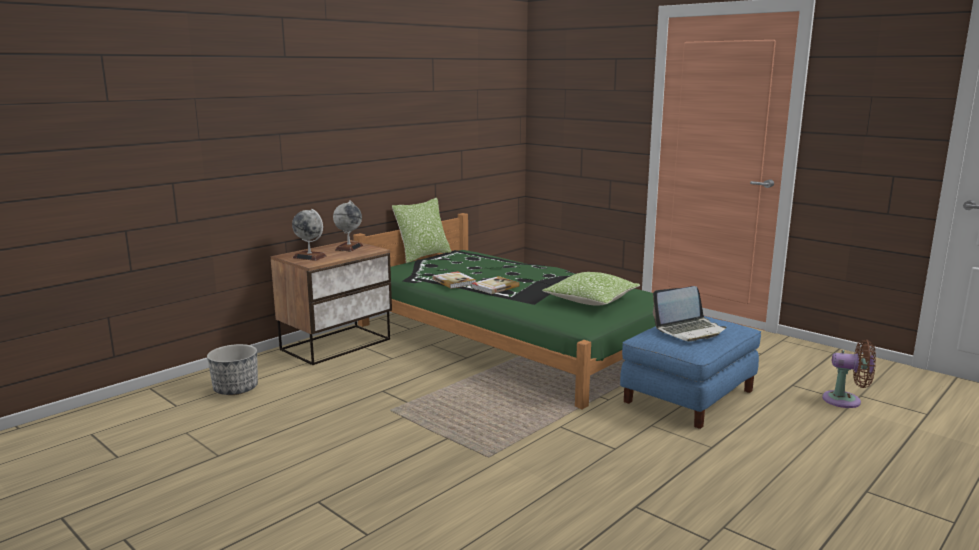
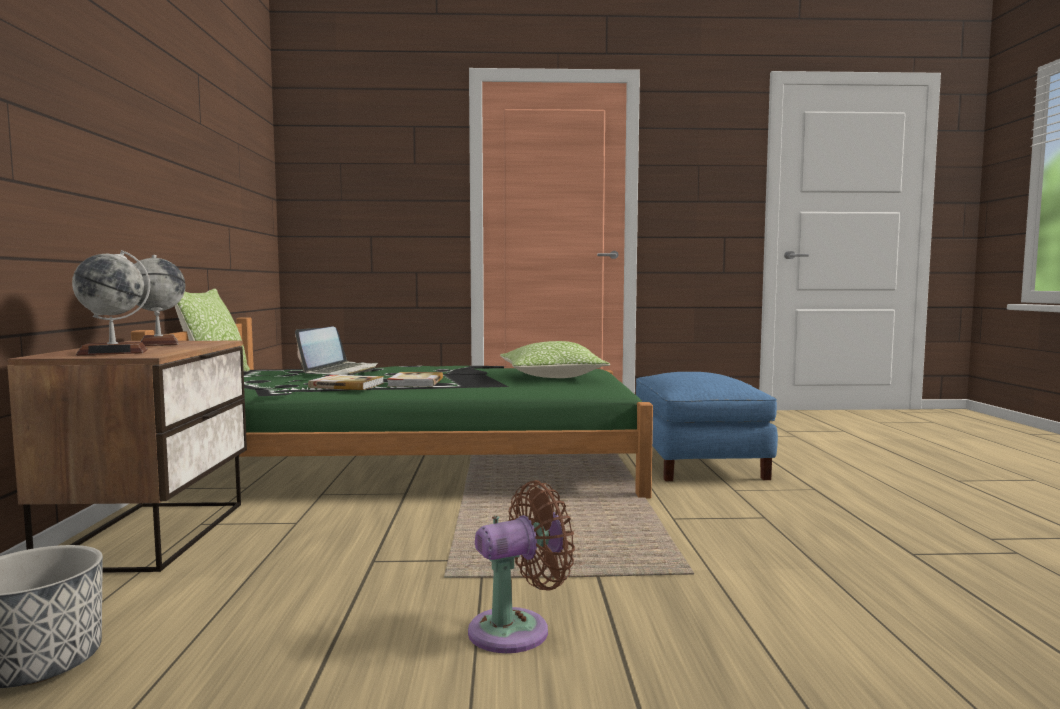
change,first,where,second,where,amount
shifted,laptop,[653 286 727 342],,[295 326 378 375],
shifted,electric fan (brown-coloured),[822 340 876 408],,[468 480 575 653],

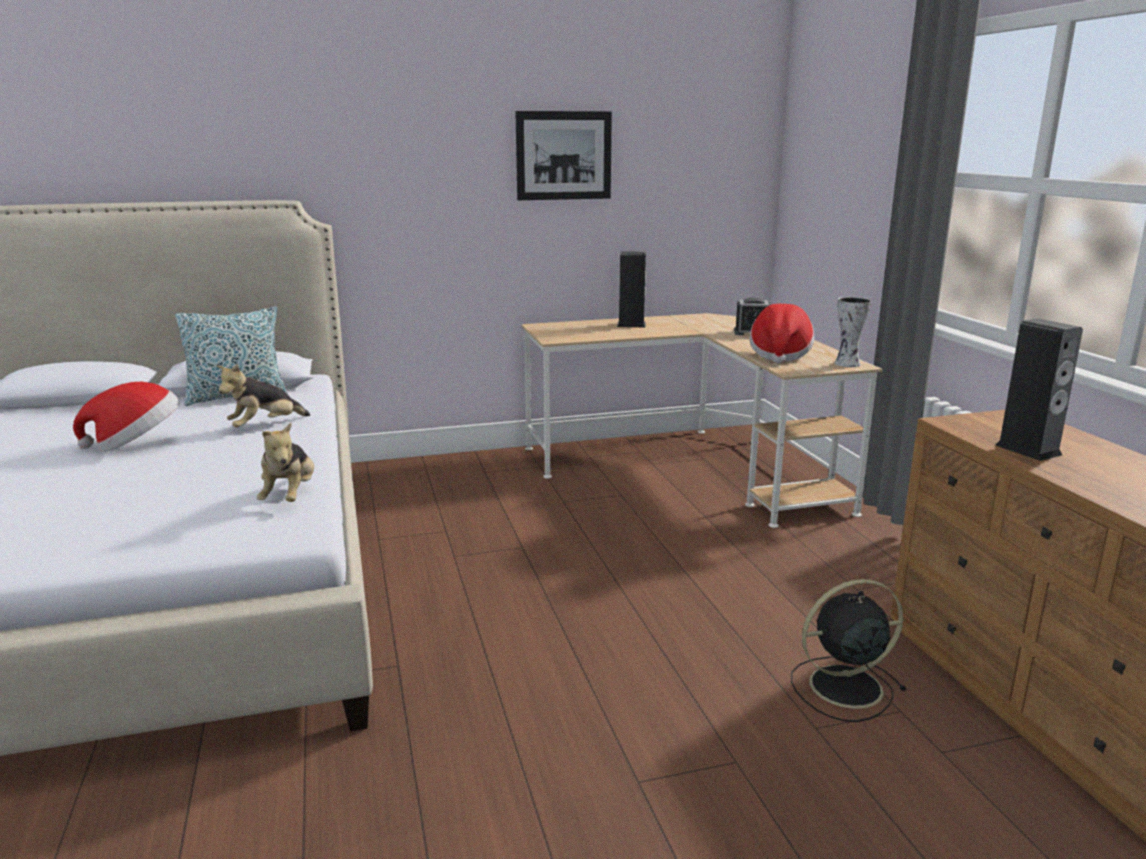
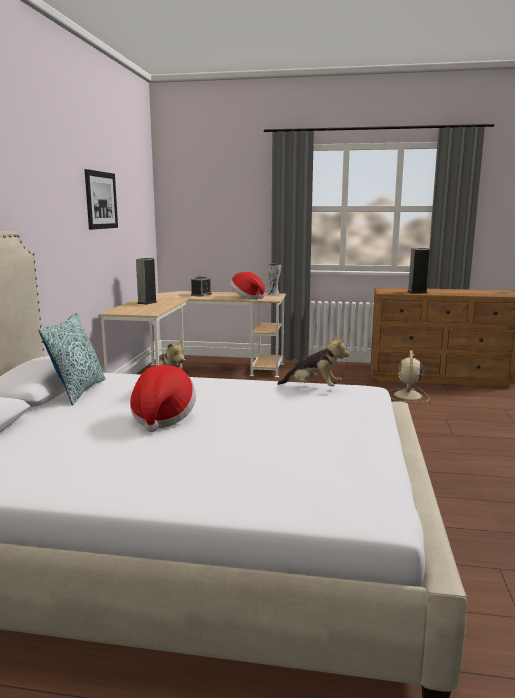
change,first,where,second,where,amount
repainted,electric fan (black),[791 579 907 722],electric fan (beige),[389 350 429 402],

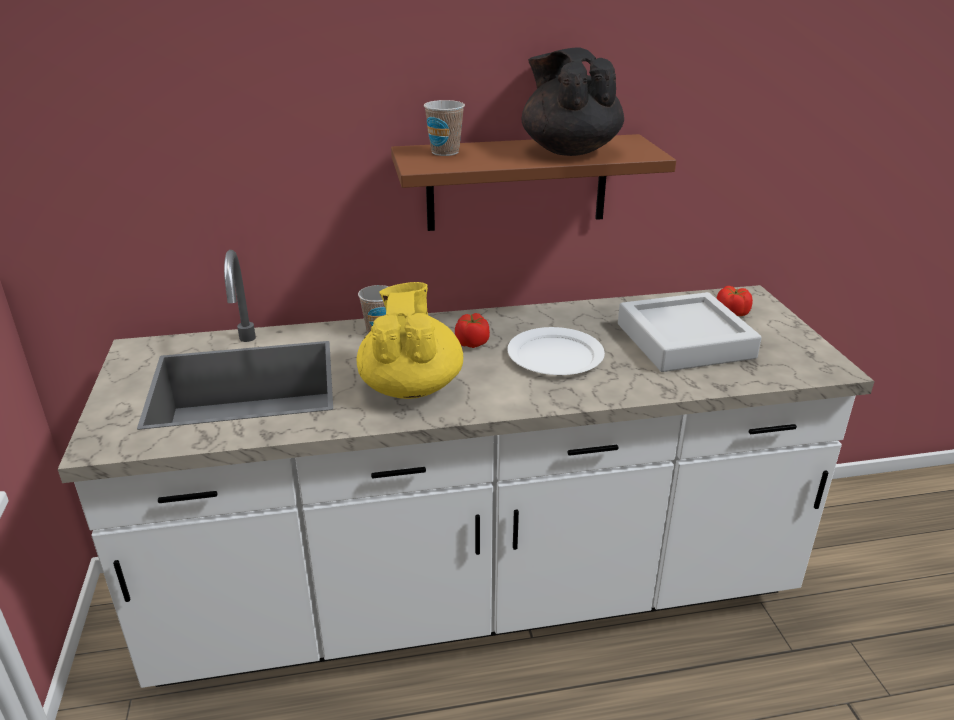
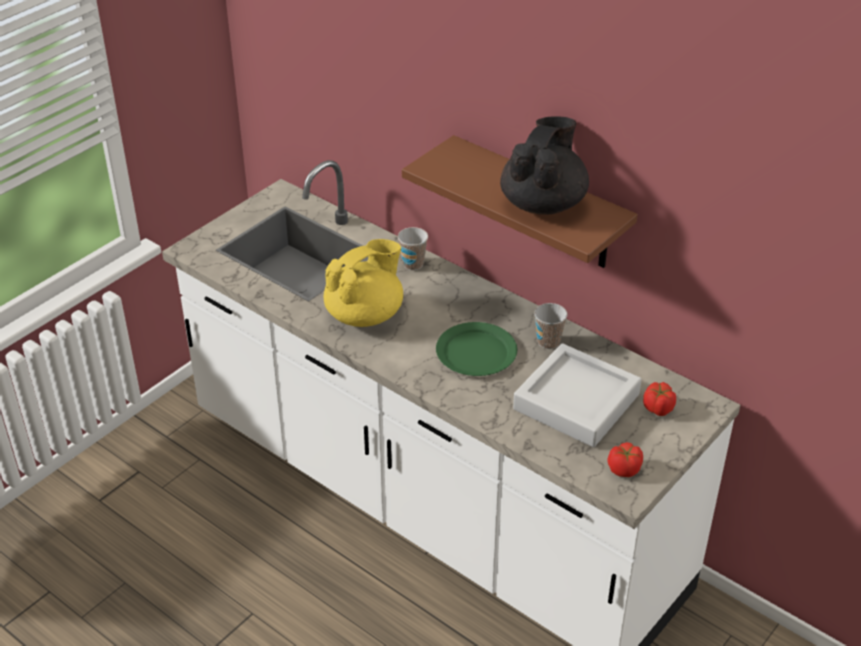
change,first,where,second,where,amount
repainted,dinner plate (white),[507 327 605 375],dinner plate (green),[436 322 517 376],
shifted,drinking cup,[424 100 465 156],,[534 303 567 349],
shifted,fresh tomato,[455 313 490 348],,[608 442 643 477],

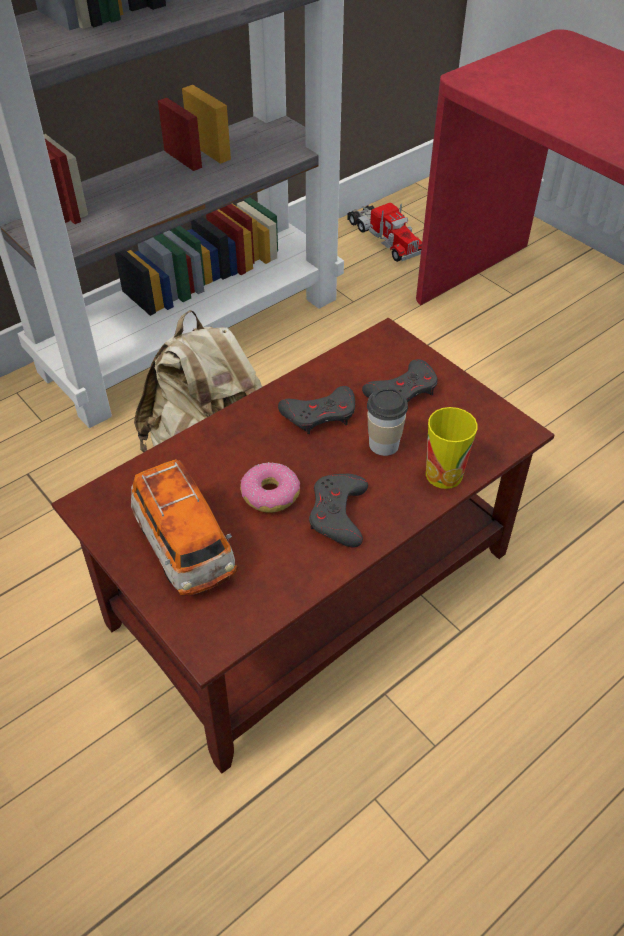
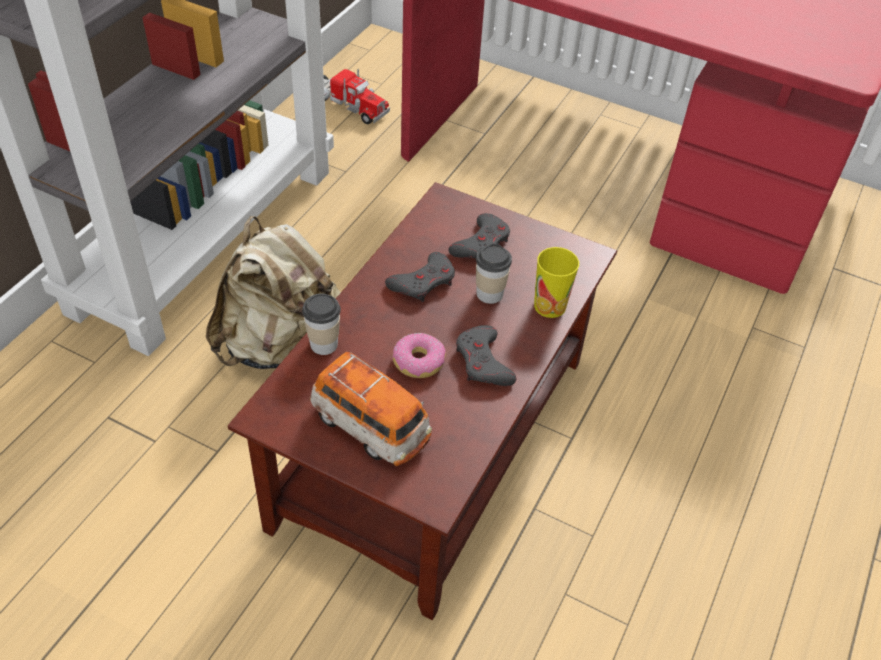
change,first,where,second,where,amount
new,,,drinking cup,[302 293 341 355],

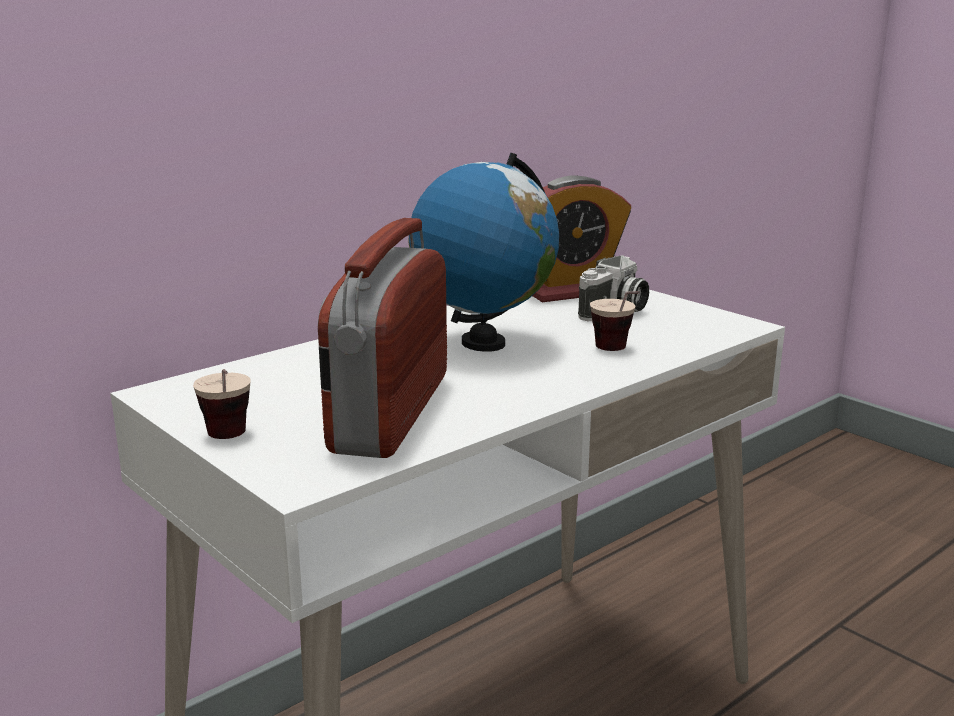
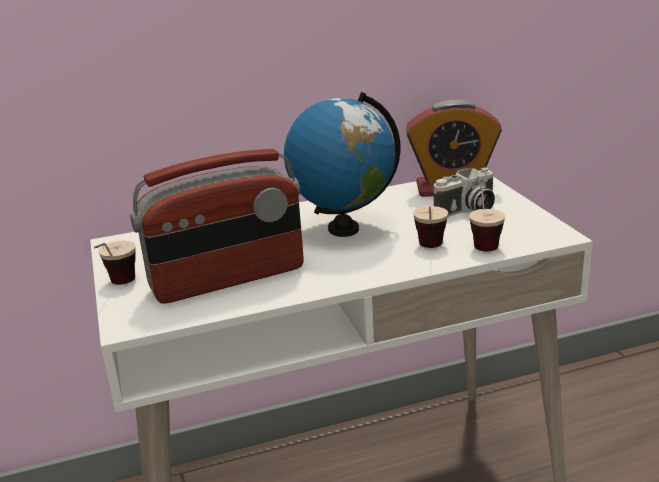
change,first,where,second,where,amount
rotated,radio set,[318 218 447 458],,[130 149 304 304],150 degrees counterclockwise
new,,,drinking cup,[469 176 505 252],

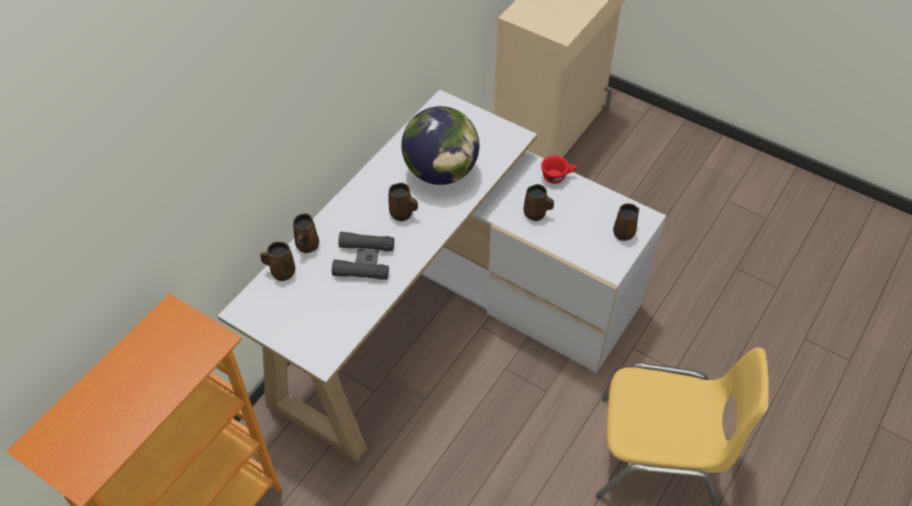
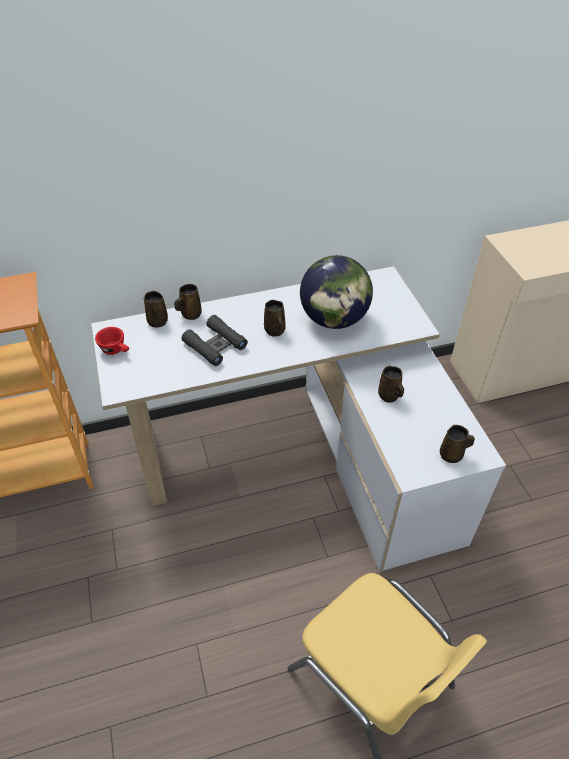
change,first,where,second,where,amount
shifted,drinking cup (reddish),[541 155 577 184],,[95 327 129 355],

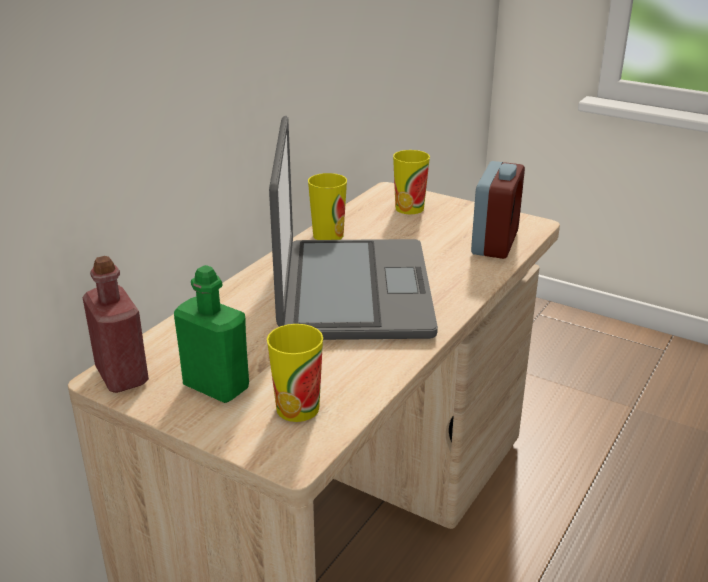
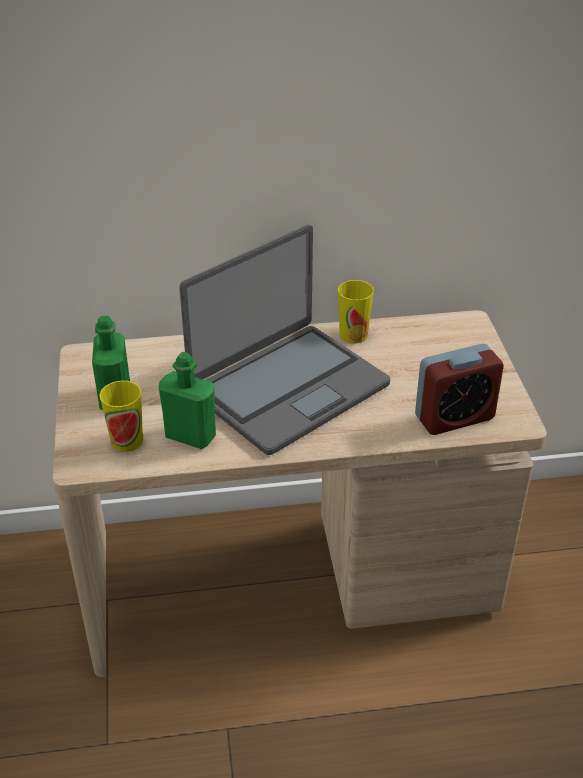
change,first,where,second,where,amount
new,,,drink bottle (green),[158 352 216 449],
gone,drink bottle (reddish),[82 256 149 393],,,
gone,drinking cup,[393 150 430 214],,,

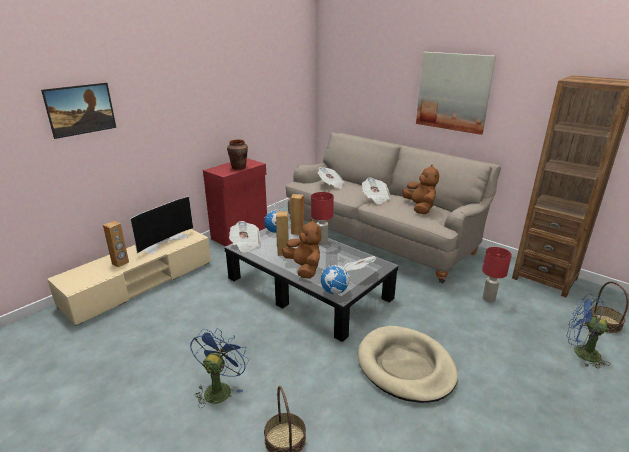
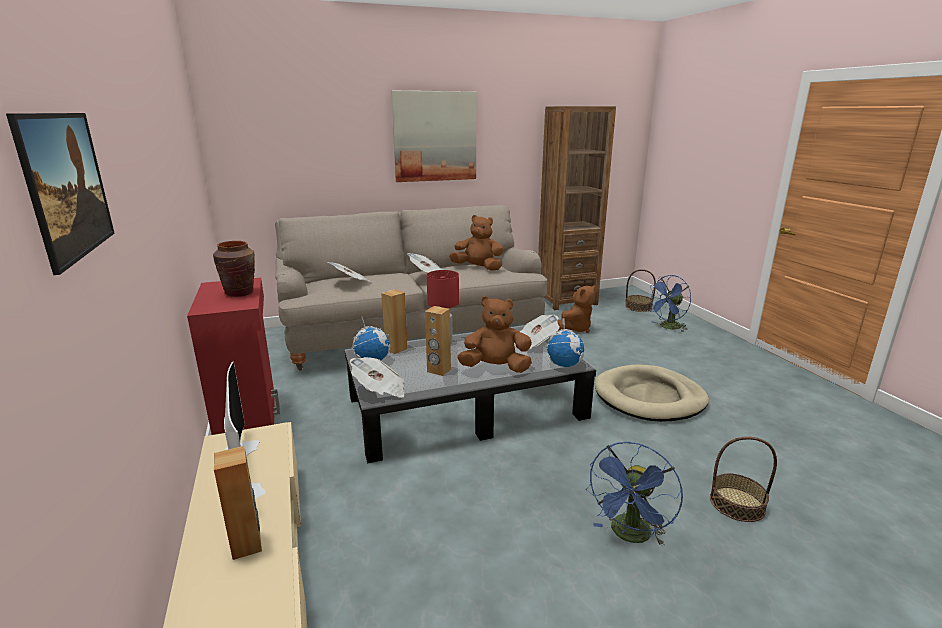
change,first,where,second,where,amount
swapped,tabletop lamp (reddish),[482 247 512 302],cuddly toy (brown-coloured),[558 285 596 333],
rotated,electric fan (blue),[190 328 249 408],,[586 442 683 546],105 degrees counterclockwise

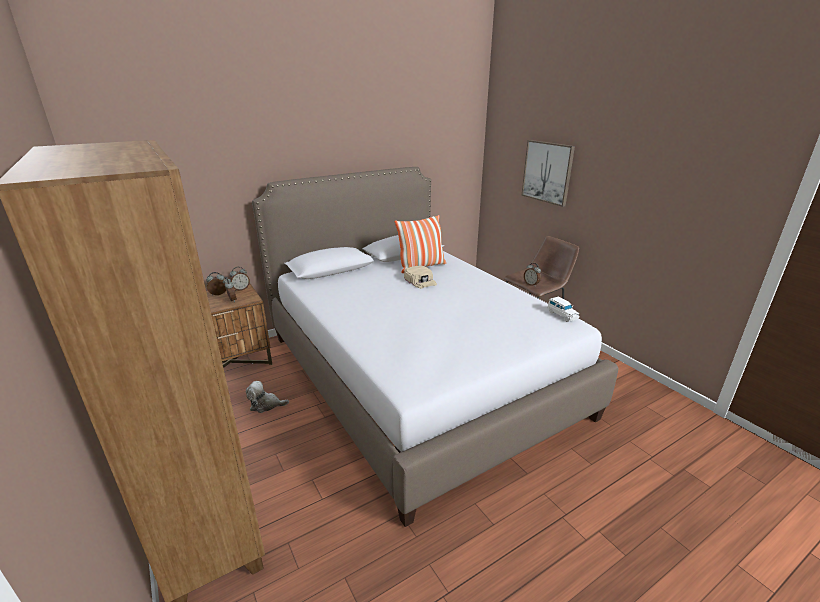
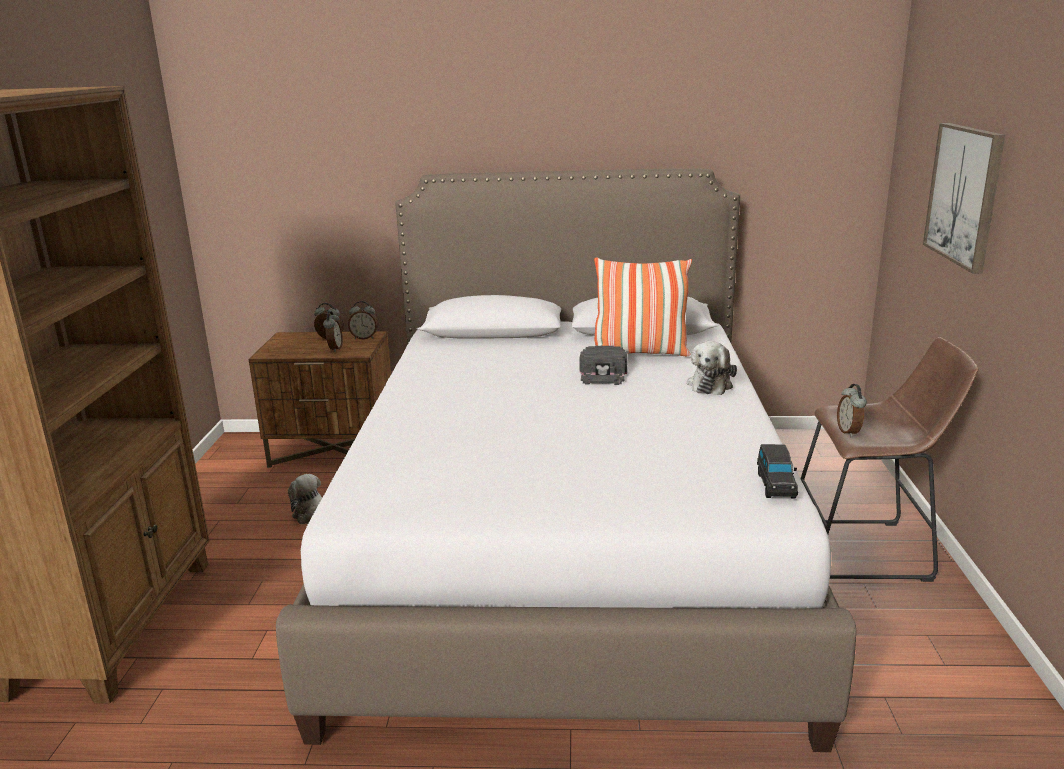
change,first,where,second,where,amount
repainted,peaked cap (beige),[404 266 437 289],peaked cap (black),[579 346 628 385],
new,,,cuddly toy,[687 341 737 395],
repainted,model car (white),[547 297 579 322],model car (black),[757 444 798 498],

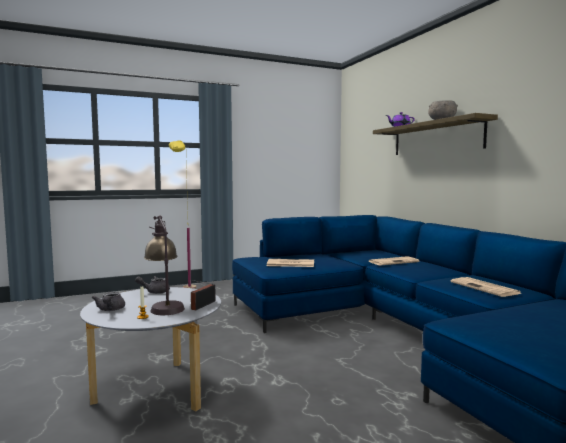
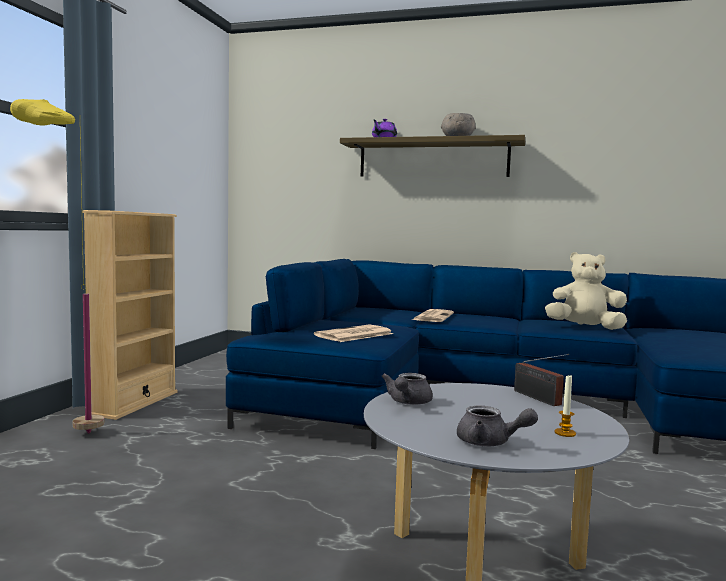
change,first,where,second,where,amount
new,,,bookcase (beige),[82 210 178 420],
swapped,daily paper,[450 277 521 297],cuddly toy (beige),[545 252 627 330],
gone,tabletop lamp,[144 215 185 315],,,

